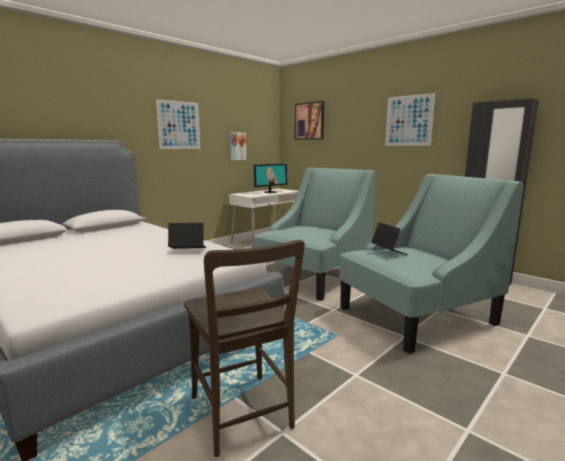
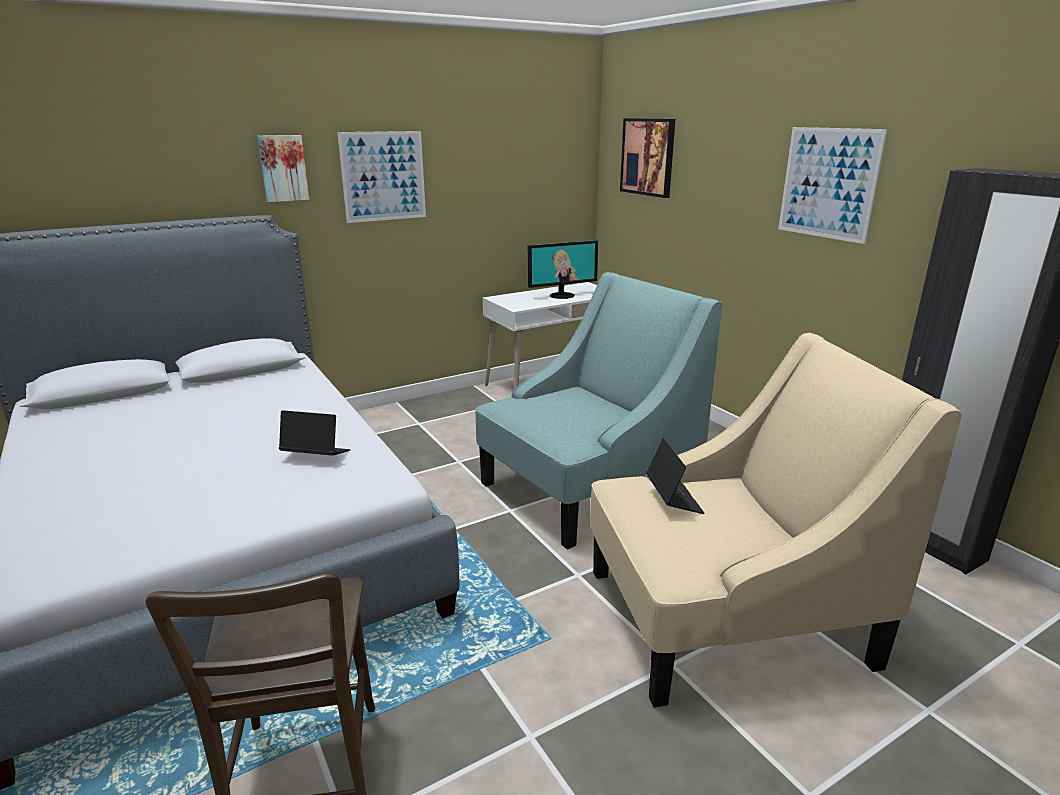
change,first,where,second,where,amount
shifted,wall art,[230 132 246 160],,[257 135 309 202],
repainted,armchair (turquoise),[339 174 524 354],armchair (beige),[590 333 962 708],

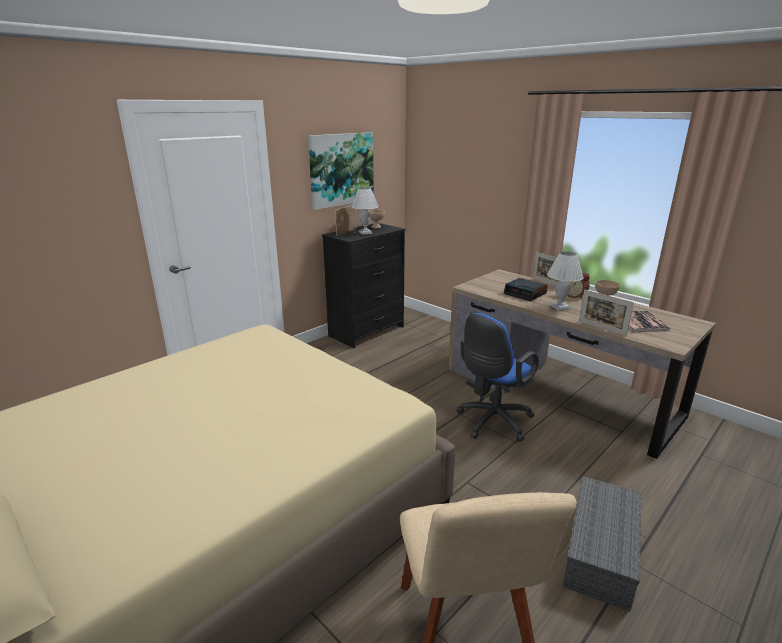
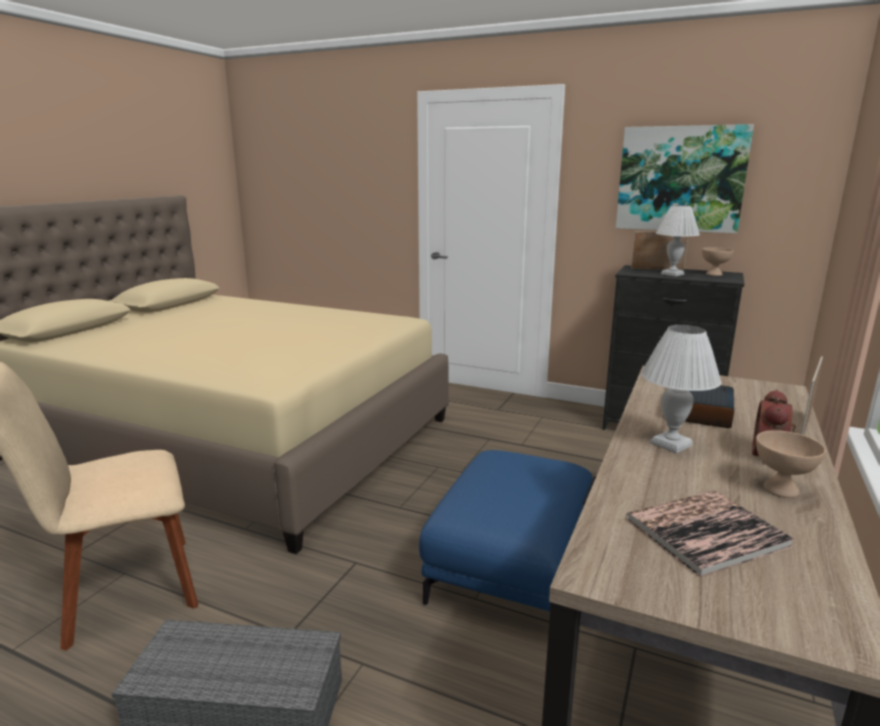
change,first,where,second,where,amount
swapped,office chair (blue),[456 313 539 441],footrest (blue),[419 450 593 611],
gone,photo frame,[579 289 634 336],,,

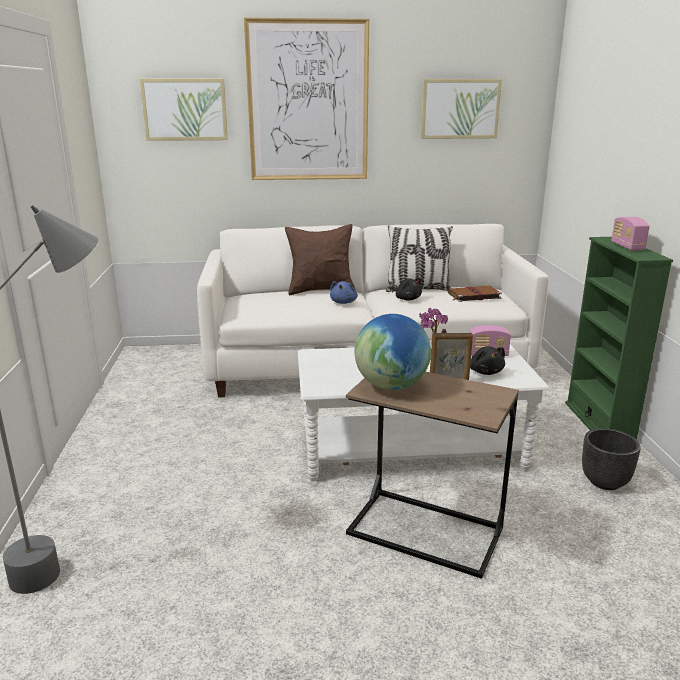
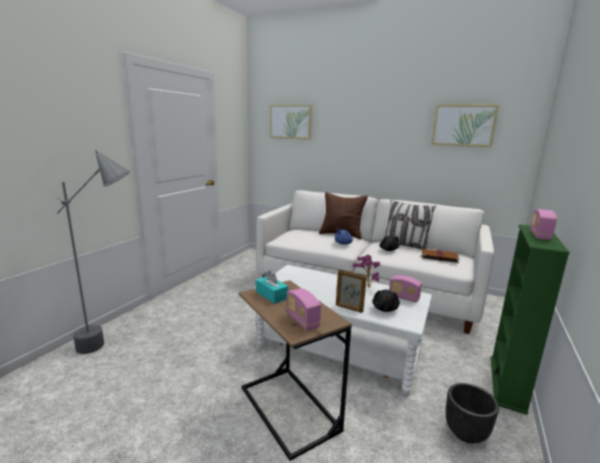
change,first,where,second,where,amount
swapped,globe,[355 314 431 390],box of tissues (turquoise),[256 270 288 304],
new,,,radio set,[286 288 321 331],
gone,wall art,[244 18 369 180],,,

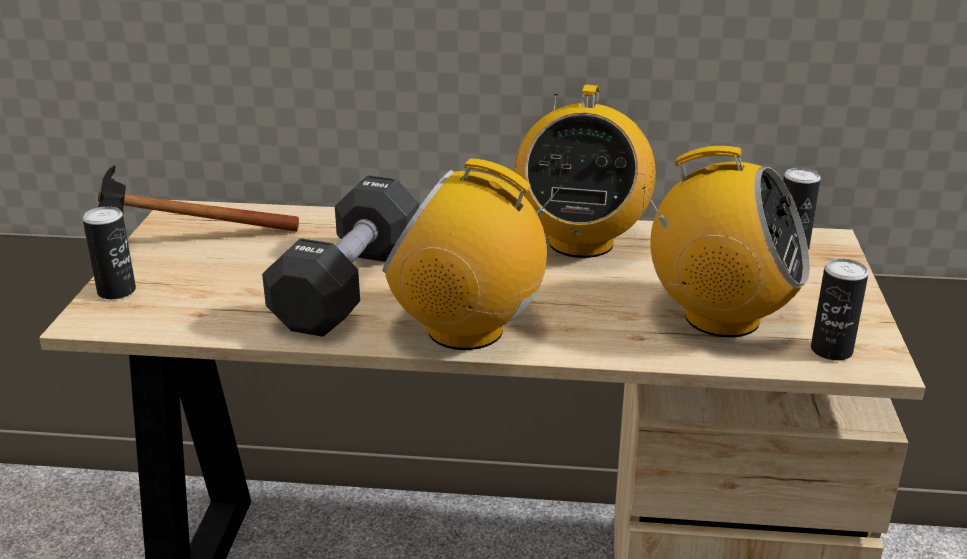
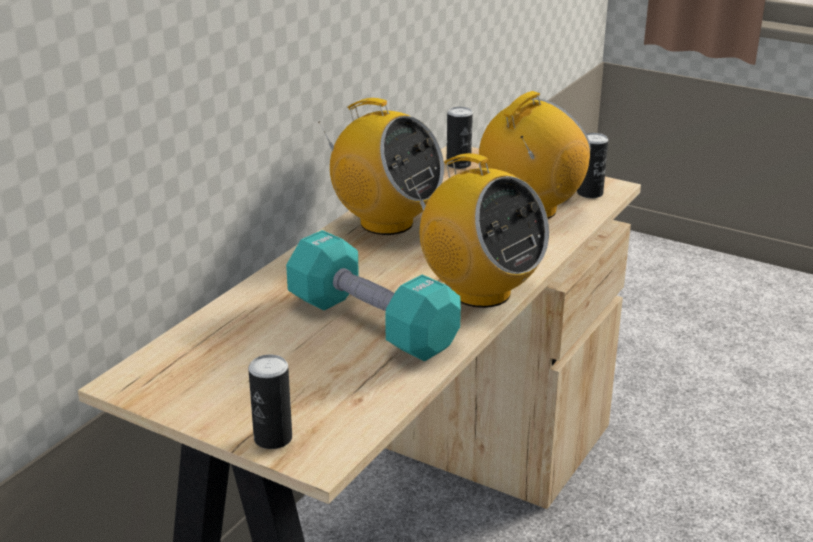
change,first,where,second,where,amount
repainted,free weight (black),[262 175 419 337],free weight (turquoise),[286 230 461 361],
rotated,radio set,[383 158 563 350],,[410 153 549 308],90 degrees counterclockwise
gone,hand hammer,[98 165 299 232],,,

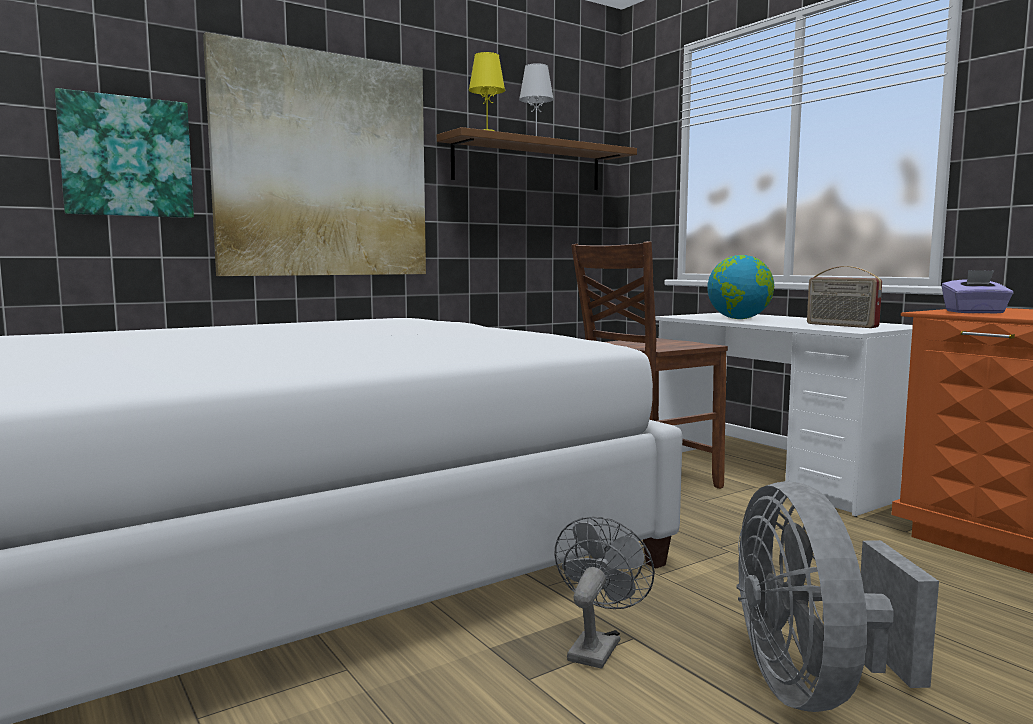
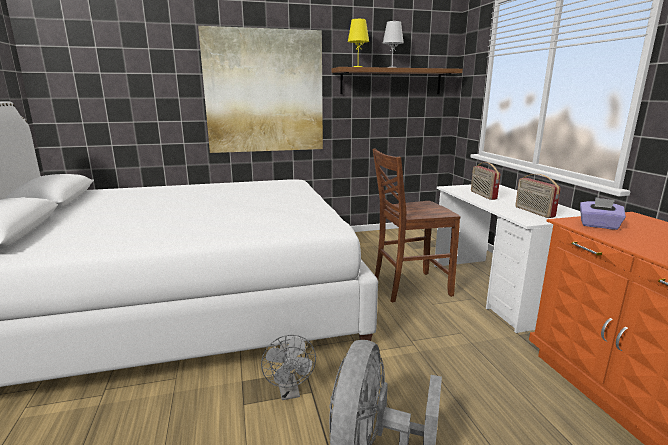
change,first,where,second,where,amount
rotated,electric fan (greyish),[554 516 655 669],,[261 335 316 400],120 degrees clockwise
swapped,globe,[707 255 774 319],radio set,[471 162 501 200],
gone,wall art,[55 88 194 218],,,

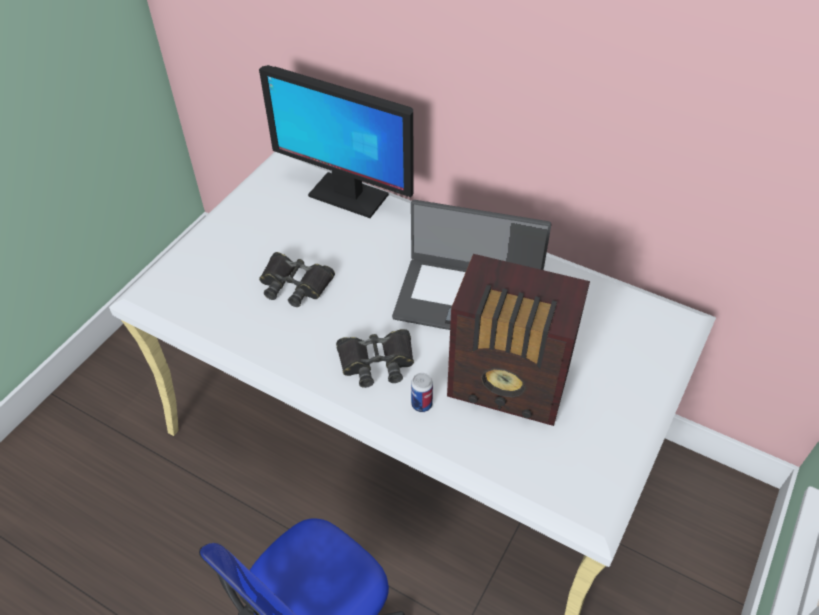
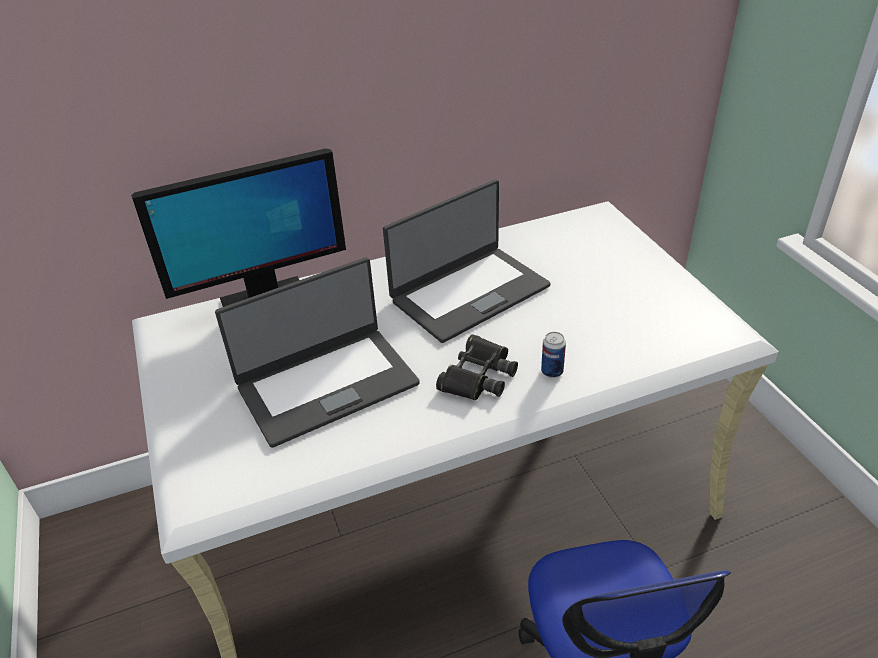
change,first,where,second,where,amount
swapped,binoculars (black),[259 252 335 307],laptop,[215 257 420 448],
gone,radio set,[447 254 590 426],,,

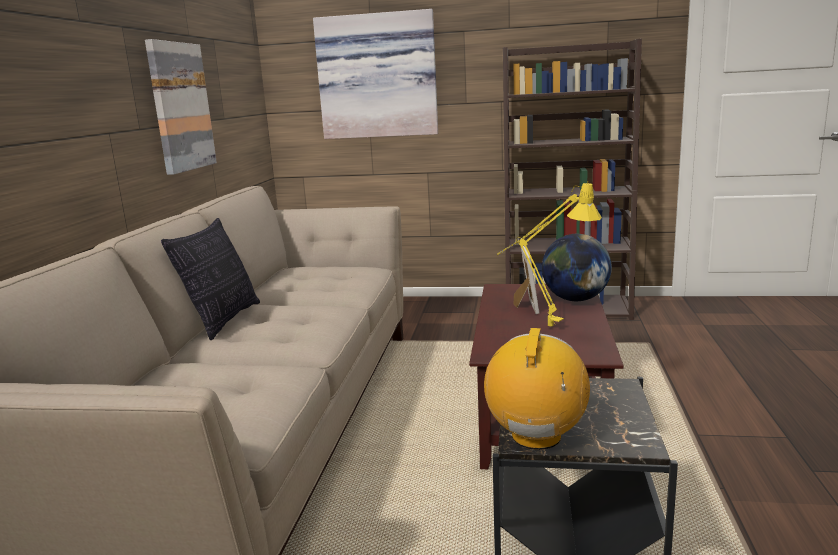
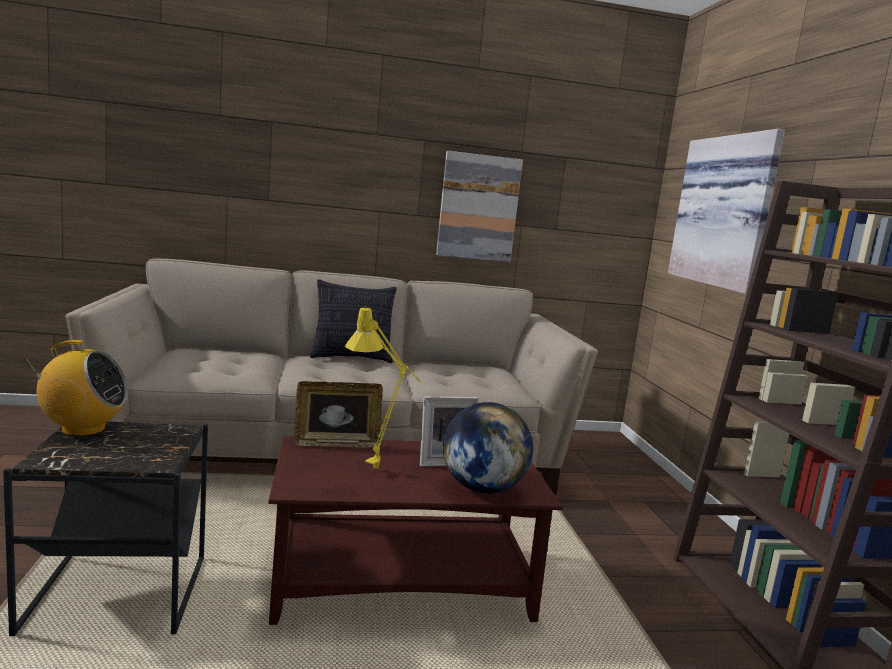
change,first,where,second,where,amount
new,,,photo frame,[294 381 383 448],

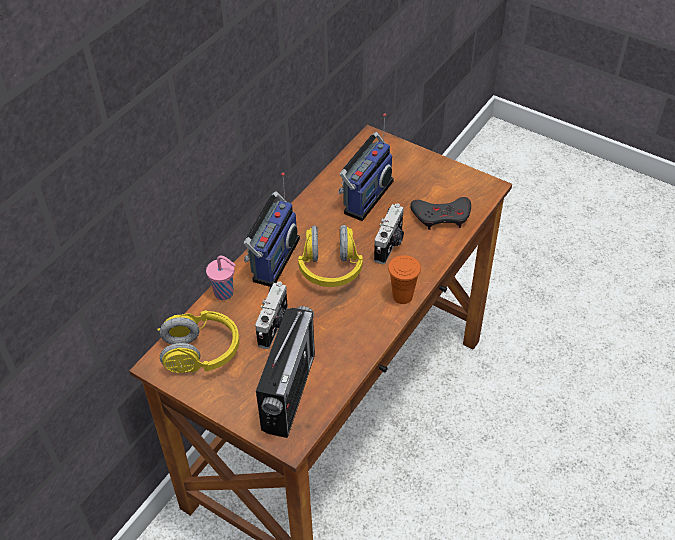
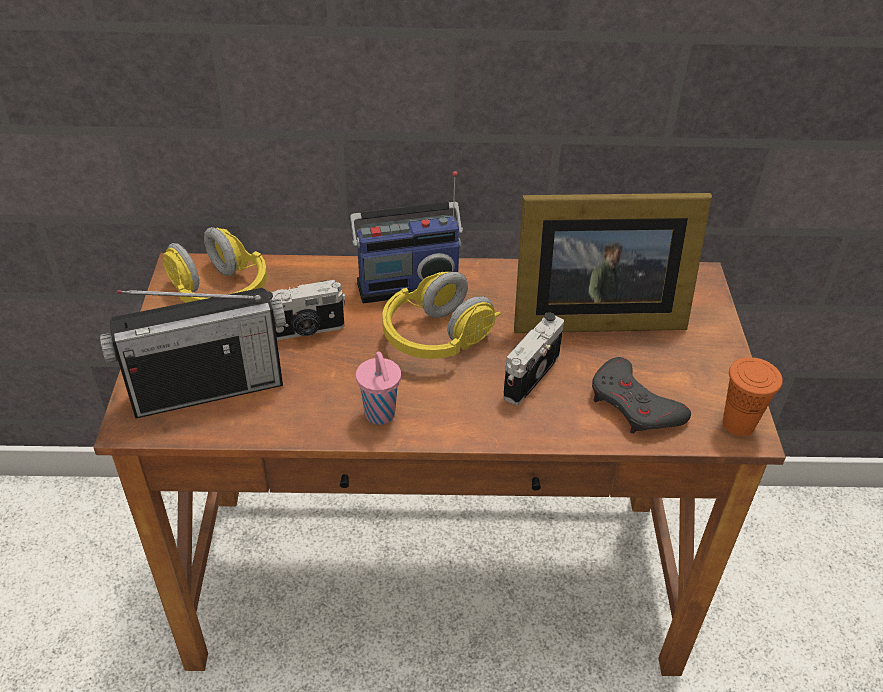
change,first,where,second,where,amount
shifted,drinking cup (pink-coloured),[206 256 236 300],,[356 351 401 425],
rotated,photo camera,[374 203 404 264],,[503 313 564 405],135 degrees clockwise
swapped,radio set,[338 113 394 221],photo frame,[514 193 712 333],
shifted,drinking cup (orange),[388 255 421 304],,[723 357 783 436],

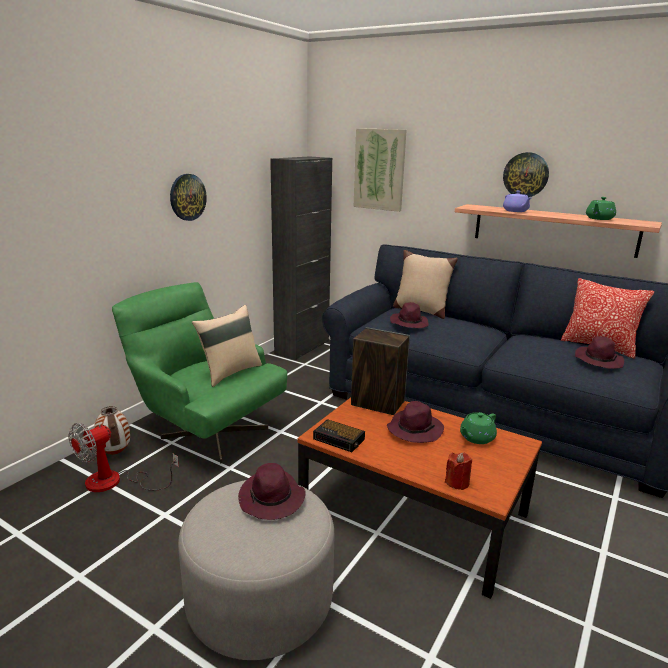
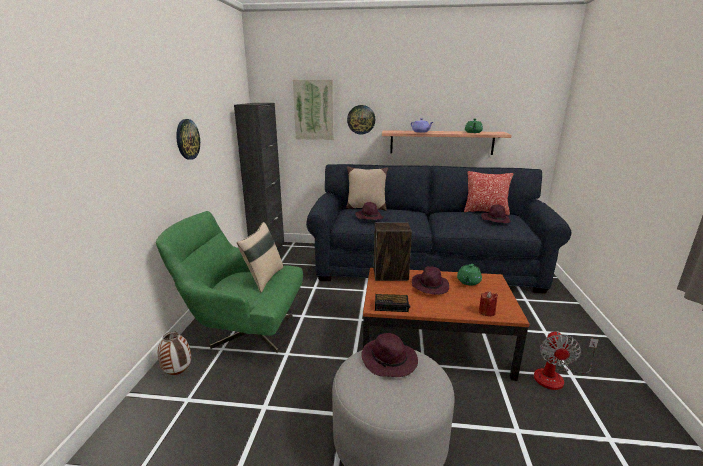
change,first,where,second,where,amount
shifted,clock on the wall,[503 152 549 197],,[347 105 375 134],
shifted,electric fan,[68 423 179 492],,[534 331 599 390],

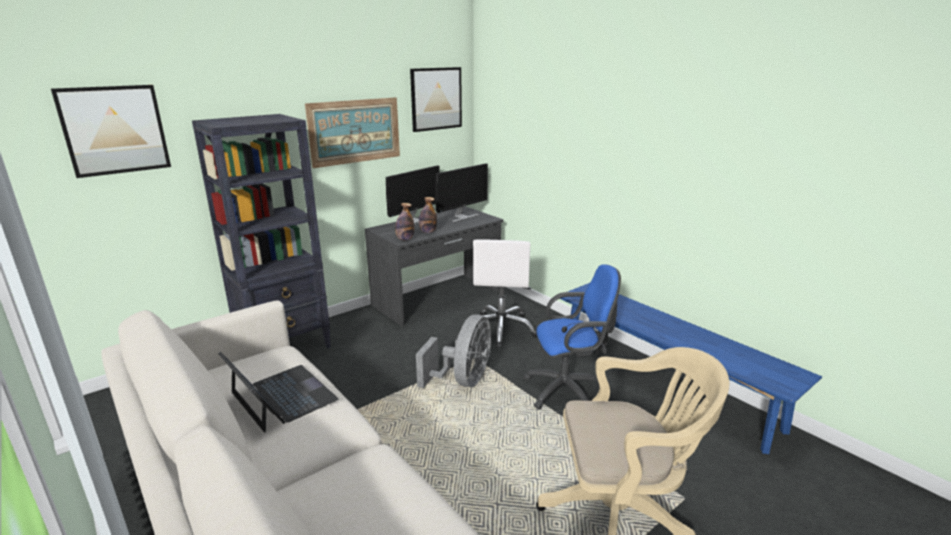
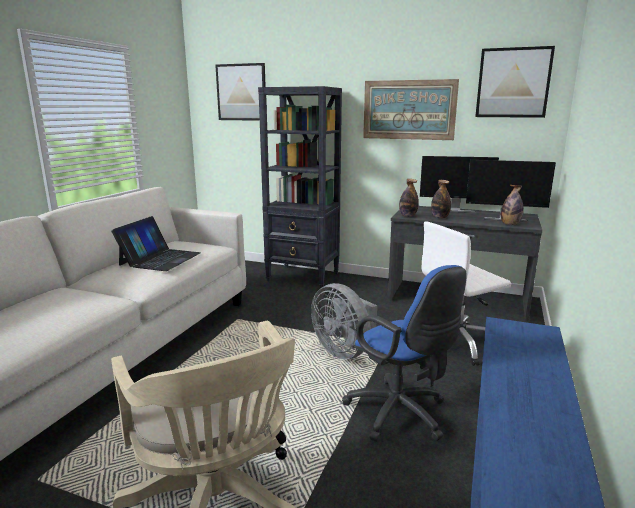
change,first,where,second,where,amount
rotated,electric fan (greyish),[416 314 491 388],,[311 283 377 360],60 degrees clockwise
new,,,drink bottle,[501 185 524 225],

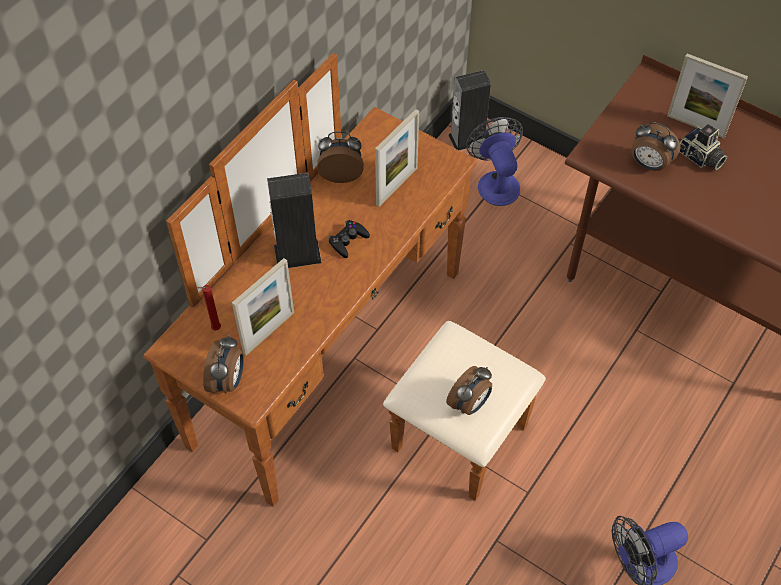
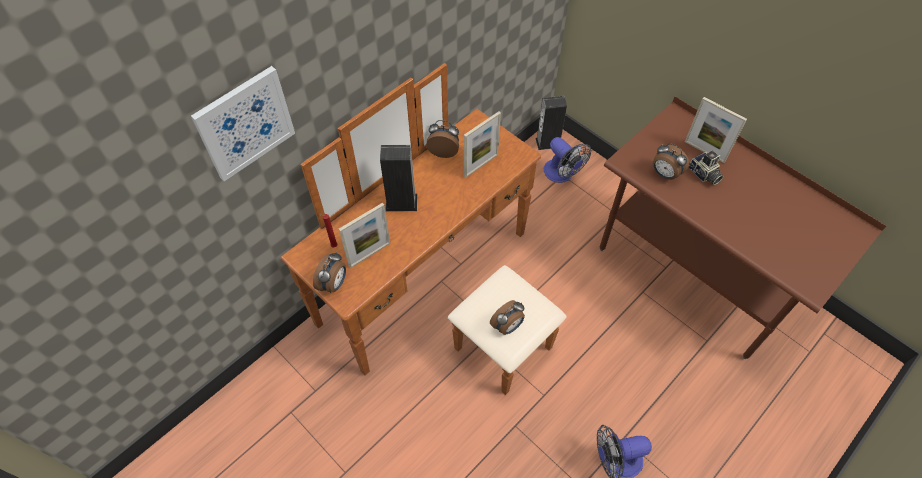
change,first,where,second,where,amount
new,,,wall art,[191 66 295 181],
rotated,electric fan,[466 117 523 206],,[544 137 591 183],150 degrees clockwise
gone,gamepad (black),[328 220 370 258],,,

